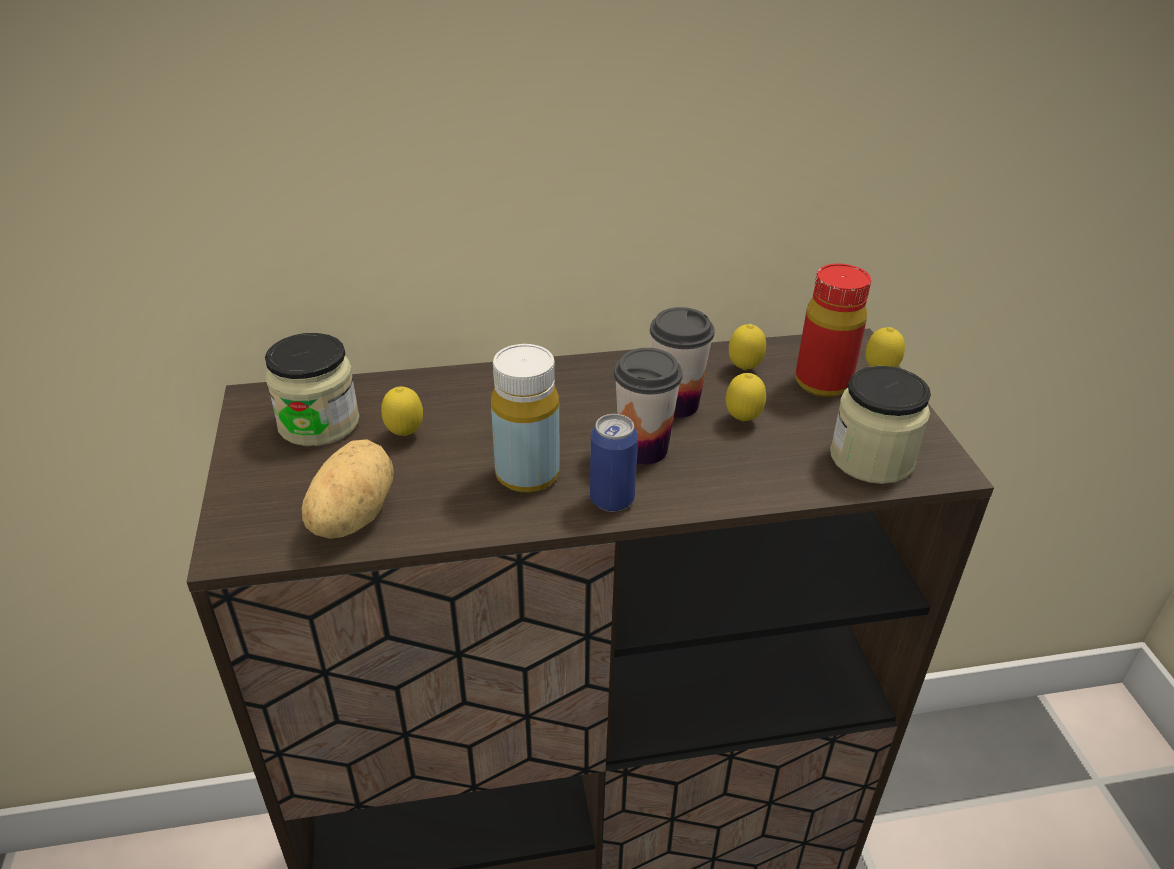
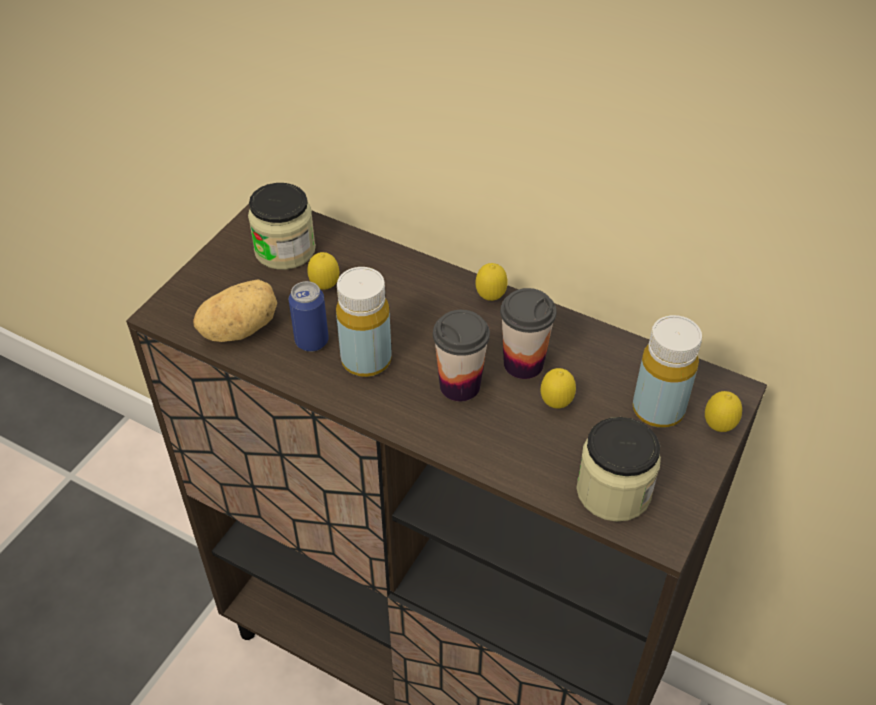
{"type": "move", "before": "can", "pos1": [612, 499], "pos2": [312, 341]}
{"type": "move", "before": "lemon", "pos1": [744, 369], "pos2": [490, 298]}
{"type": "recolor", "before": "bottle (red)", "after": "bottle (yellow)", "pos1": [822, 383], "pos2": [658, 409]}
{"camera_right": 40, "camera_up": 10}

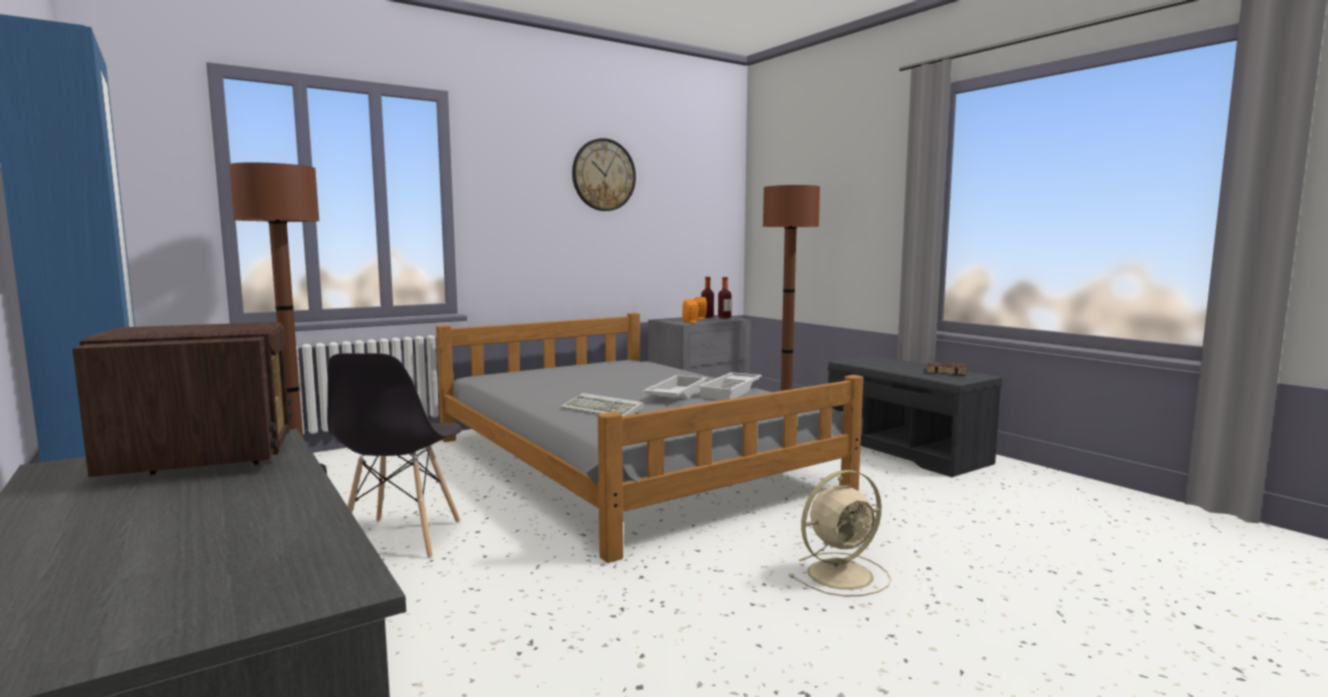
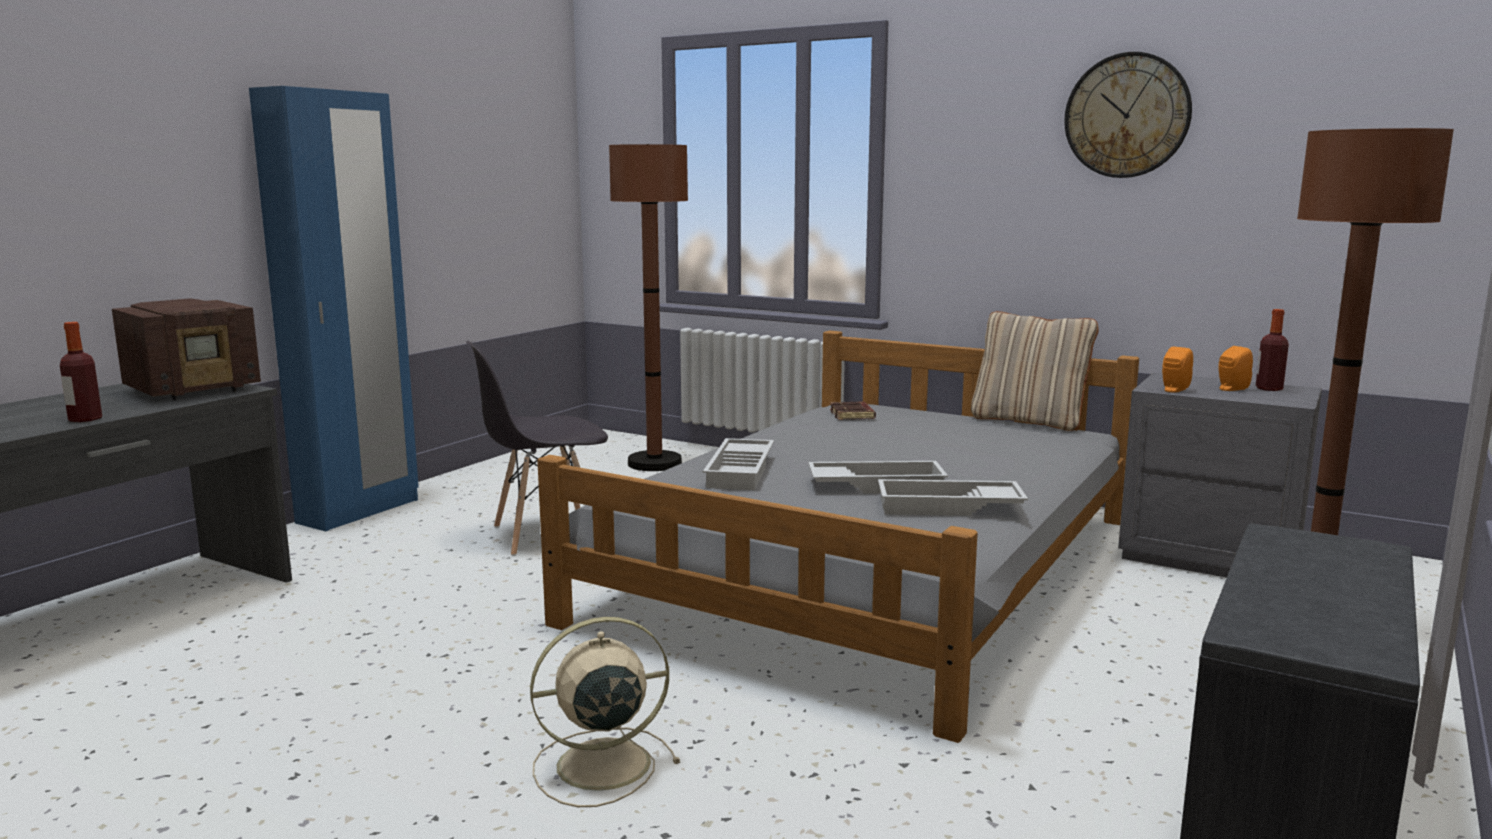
{"type": "move", "before": "bottle", "pos1": [724, 318], "pos2": [85, 419]}
{"type": "rotate", "before": "fan (beige)", "pos1": [842, 574], "pos2": [599, 765], "turn": 120}
{"type": "replace", "before": "keyboard", "after": "tray (white)", "pos1": [604, 410], "pos2": [742, 471]}
{"type": "move", "before": "book (brown)", "pos1": [946, 372], "pos2": [853, 415]}
{"type": "insert", "after": "pillow (beige)", "pos2": [1029, 421]}
{"camera_right": 65, "camera_up": 5}

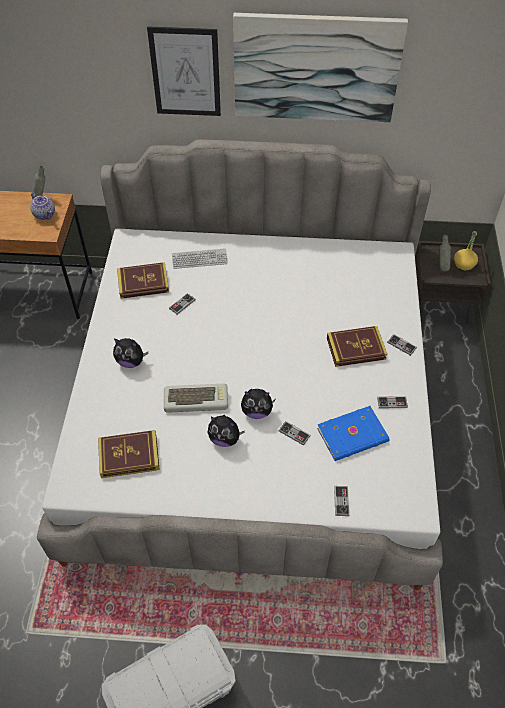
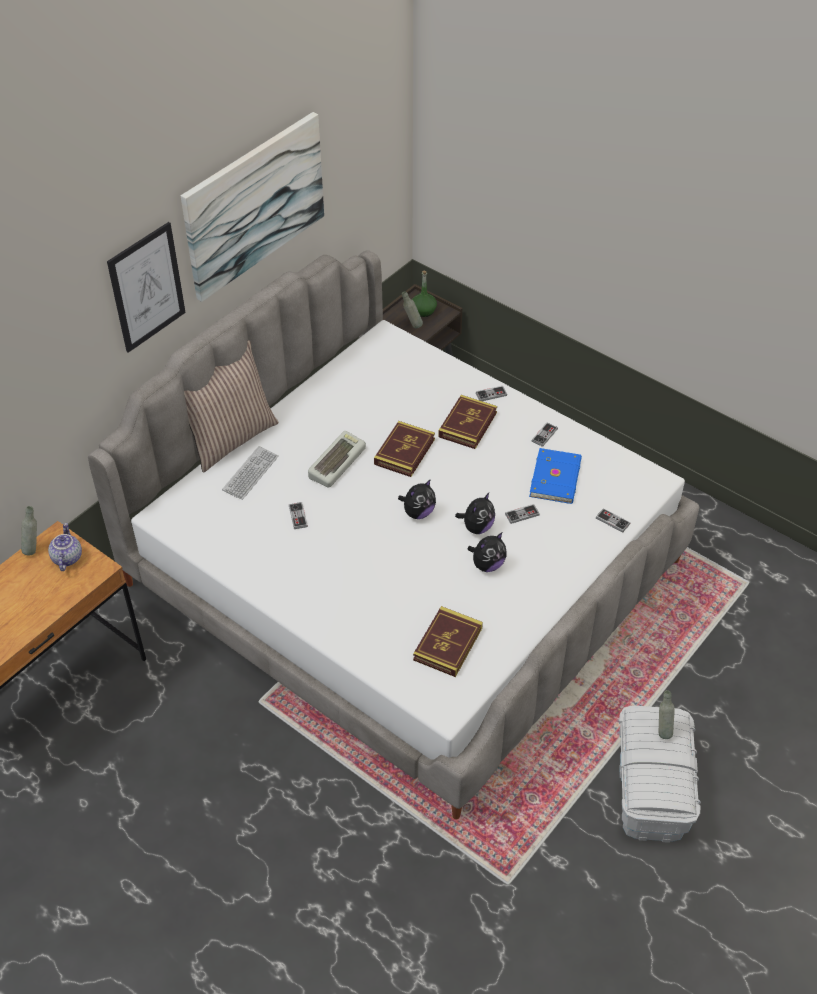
{"type": "rotate", "before": "teapot", "pos1": [45, 214], "pos2": [66, 558], "turn": -90}
{"type": "insert", "after": "pillow", "pos2": [231, 438]}
{"type": "move", "before": "keyboard", "pos1": [196, 400], "pos2": [336, 462]}
{"type": "move", "before": "book", "pos1": [143, 283], "pos2": [404, 452]}
{"type": "move", "before": "plush toy", "pos1": [131, 361], "pos2": [418, 512]}
{"type": "recolor", "before": "bottle (yellow)", "after": "bottle (green)", "pos1": [464, 264], "pos2": [423, 311]}
{"type": "insert", "after": "bottle (grey)", "pos2": [662, 730]}
{"camera_right": -55, "camera_up": -5}

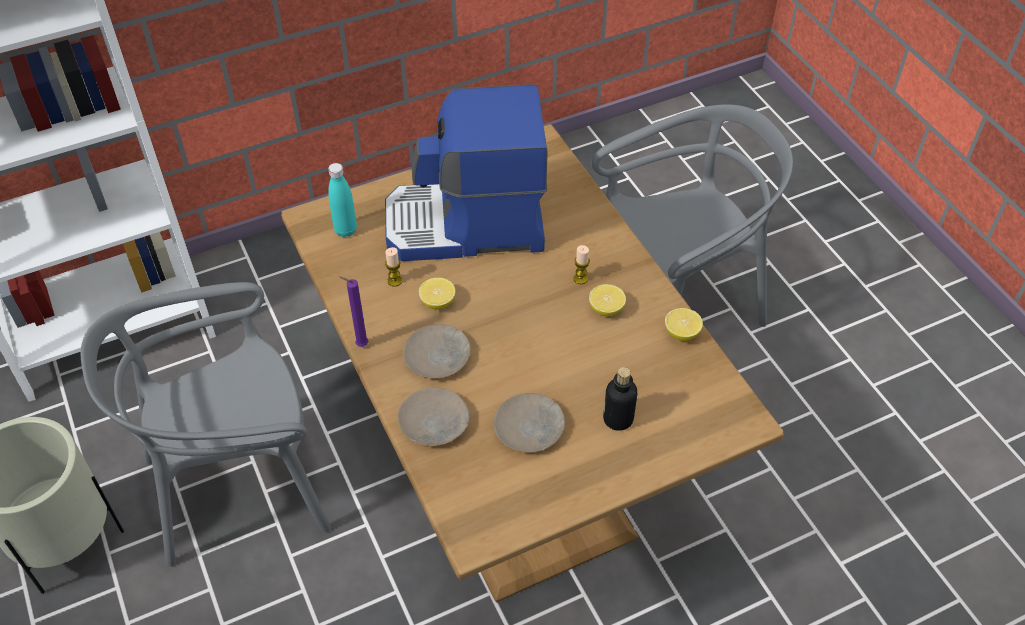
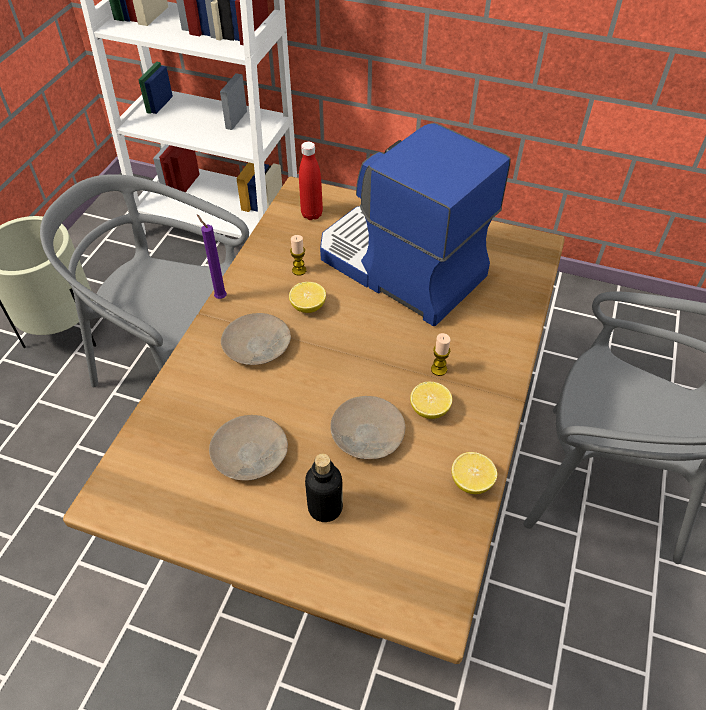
{"type": "recolor", "before": "bottle (turquoise)", "after": "bottle (red)", "pos1": [345, 230], "pos2": [312, 214]}
{"type": "move", "before": "plate (beige)", "pos1": [434, 423], "pos2": [367, 434]}
{"camera_right": 45, "camera_up": 0}

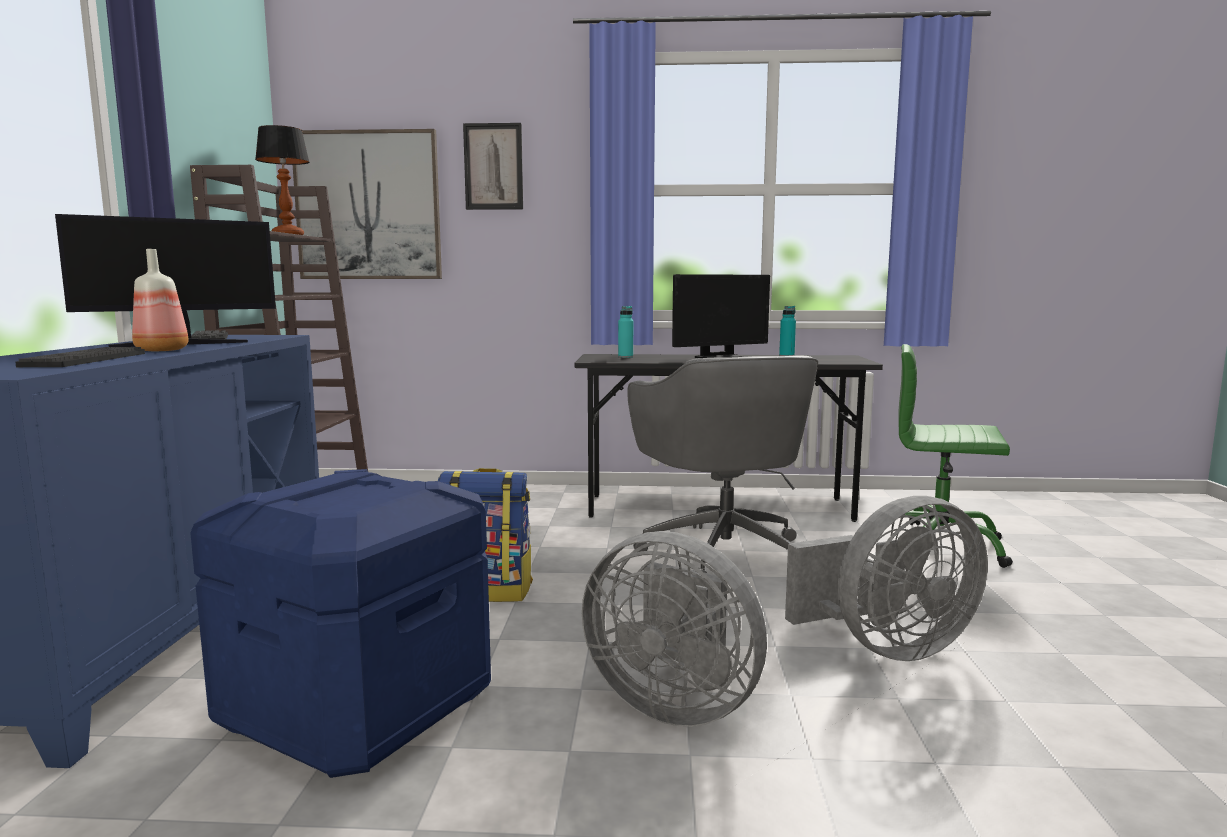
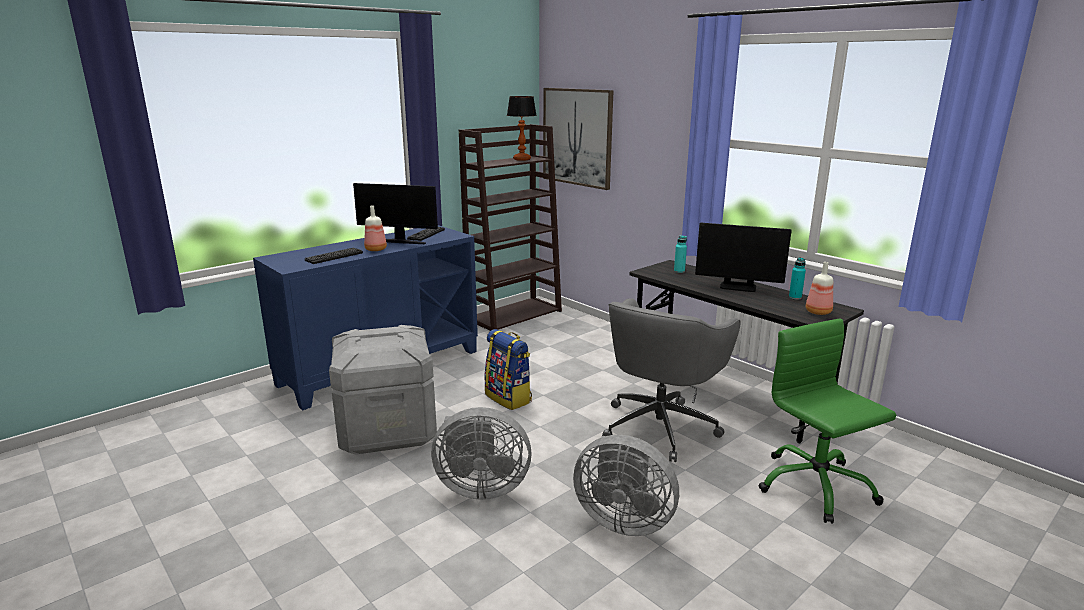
{"type": "recolor", "before": "storage box (blue)", "after": "storage box (grey)", "pos1": [358, 708], "pos2": [388, 429]}
{"type": "rotate", "before": "fan (grey)", "pos1": [673, 703], "pos2": [480, 488], "turn": -75}
{"type": "insert", "after": "bottle", "pos2": [818, 312]}
{"type": "delete", "before": "picture", "pos1": [493, 166]}
{"camera_right": 45, "camera_up": 10}

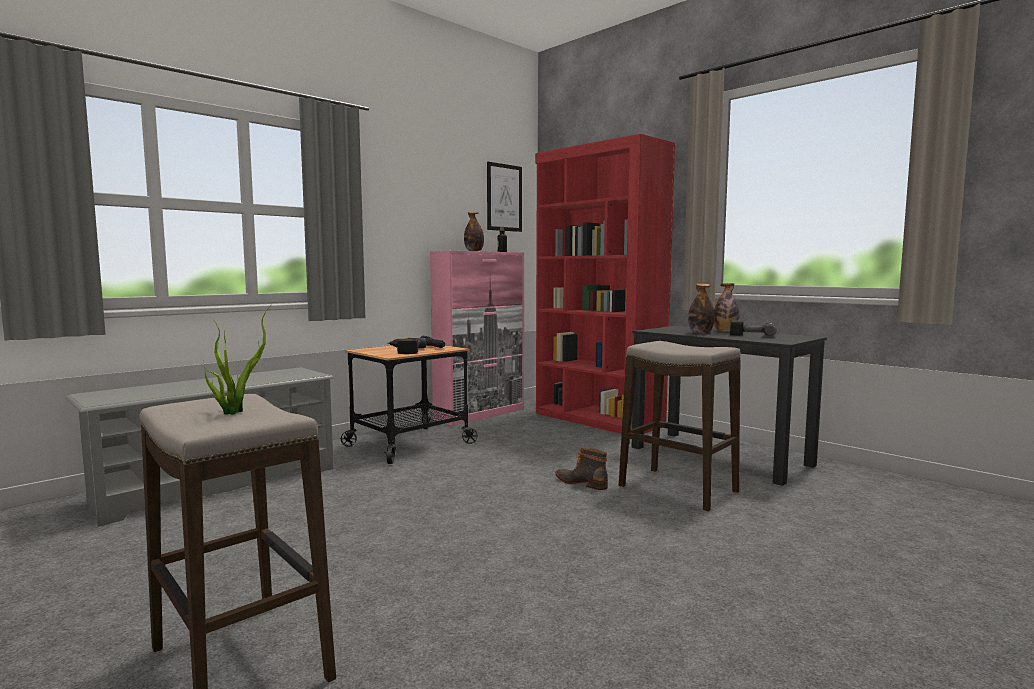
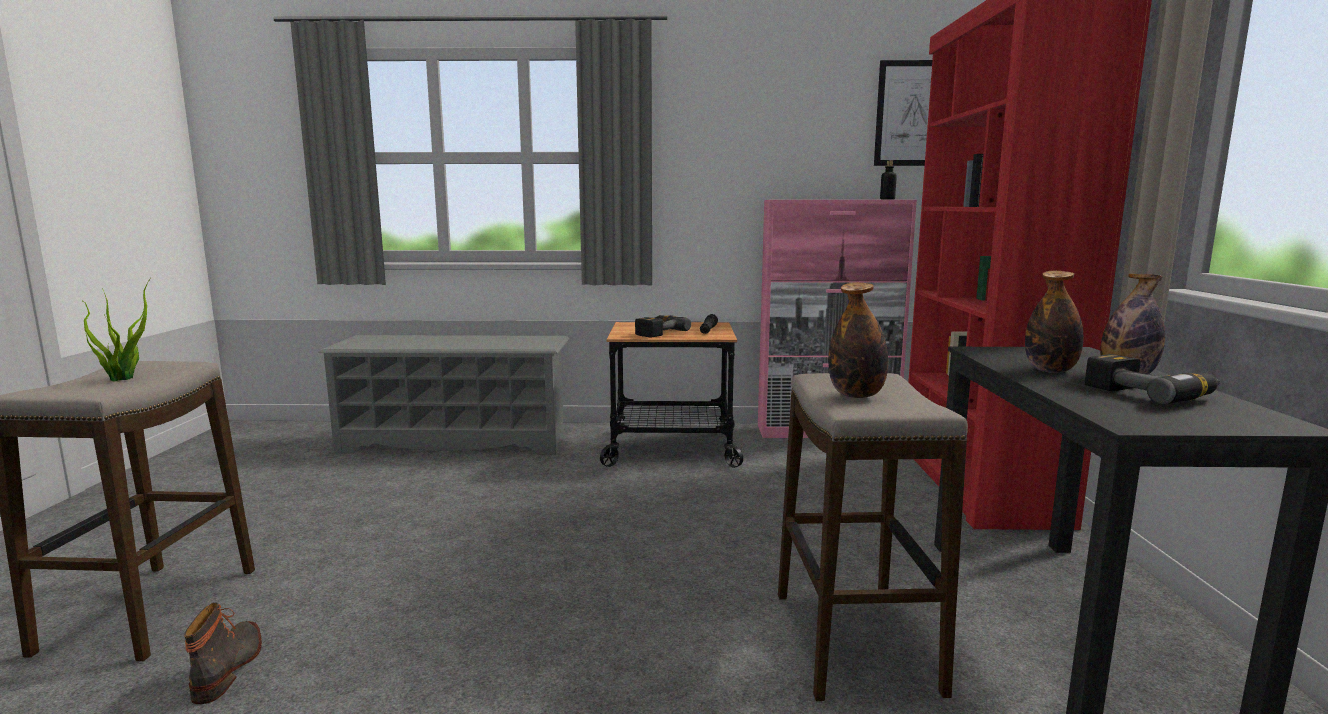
{"type": "move", "before": "boot", "pos1": [581, 482], "pos2": [229, 666]}
{"type": "move", "before": "bottle", "pos1": [474, 251], "pos2": [856, 395]}
{"camera_right": 45, "camera_up": 5}

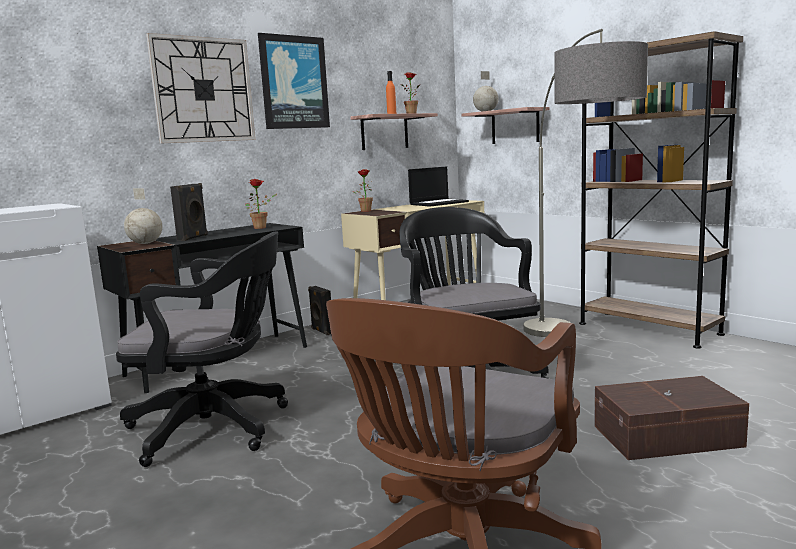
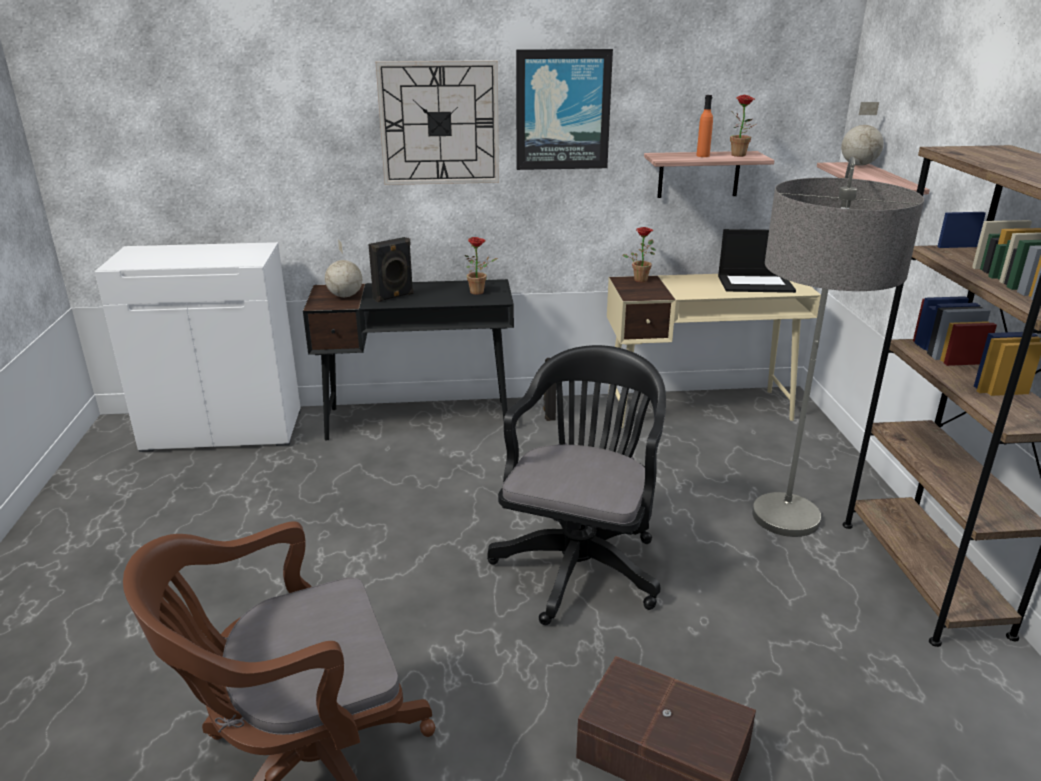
{"type": "delete", "before": "office chair (black)", "pos1": [216, 427]}
{"camera_right": 35, "camera_up": 15}

